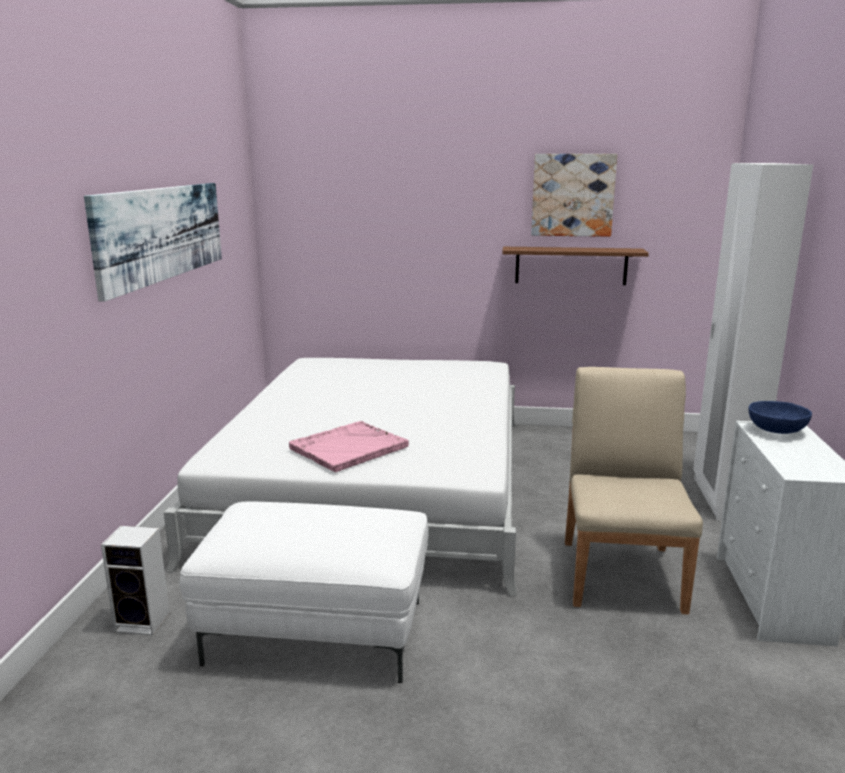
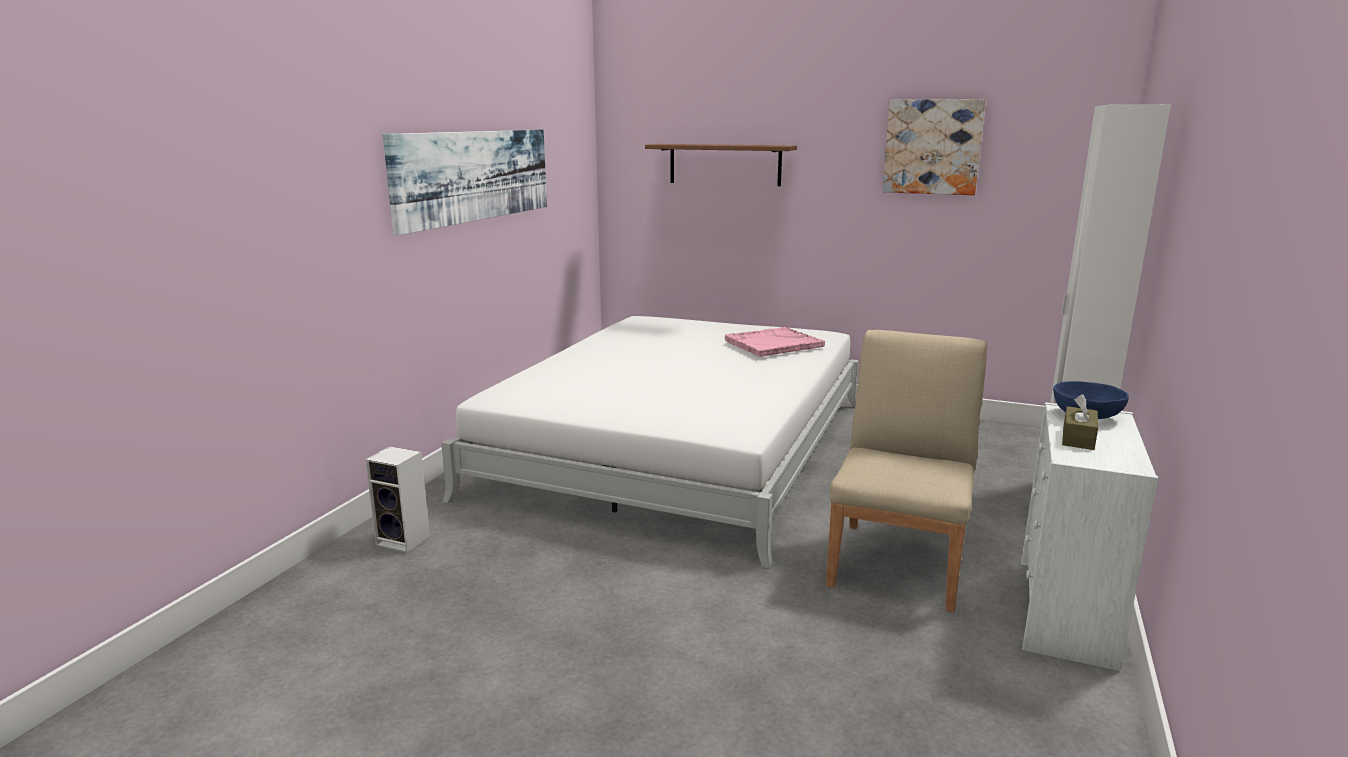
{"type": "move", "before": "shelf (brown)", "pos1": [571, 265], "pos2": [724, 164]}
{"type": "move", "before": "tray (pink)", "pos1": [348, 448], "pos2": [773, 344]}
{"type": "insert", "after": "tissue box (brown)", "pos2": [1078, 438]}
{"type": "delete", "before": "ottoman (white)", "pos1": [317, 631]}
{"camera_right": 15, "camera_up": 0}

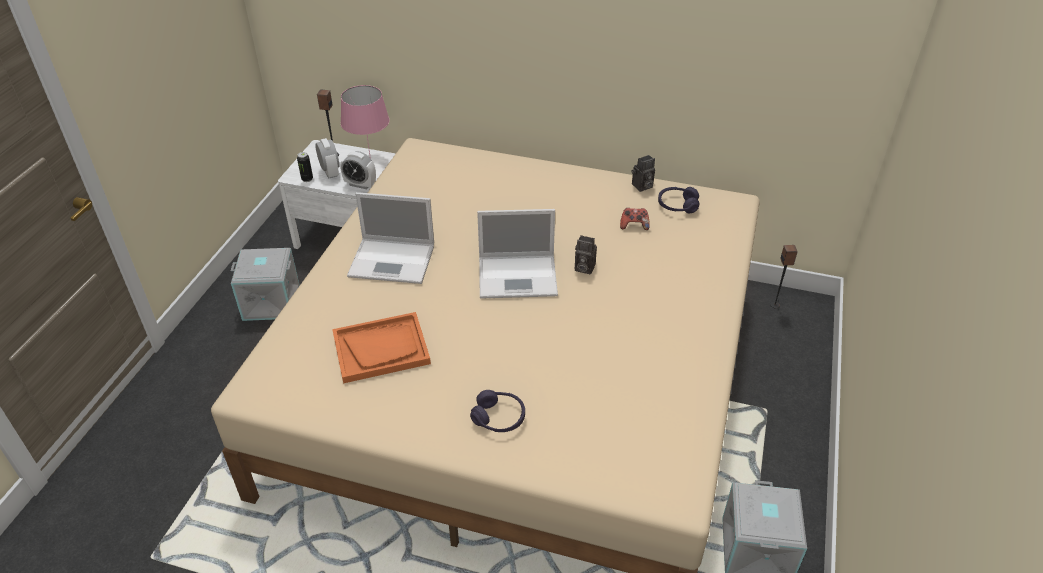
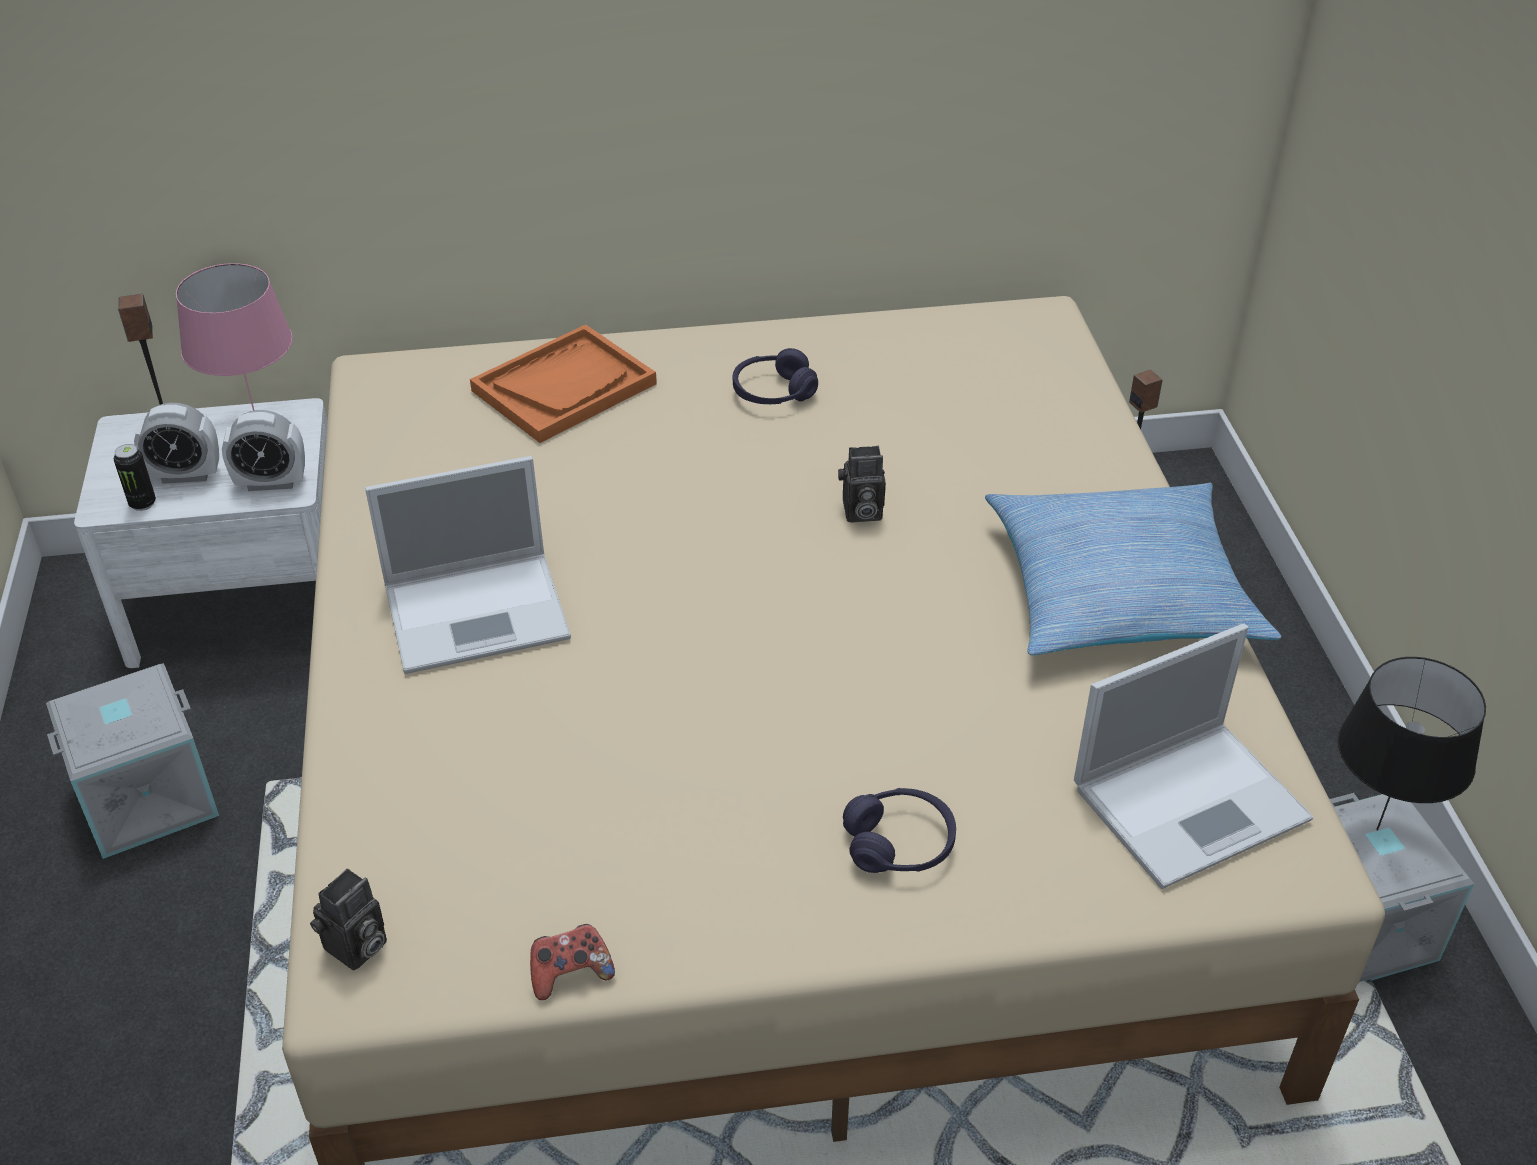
{"type": "rotate", "before": "alarm clock", "pos1": [330, 172], "pos2": [186, 475], "turn": 135}
{"type": "move", "before": "photo camera", "pos1": [642, 186], "pos2": [356, 949]}
{"type": "move", "before": "tray (orange)", "pos1": [381, 349], "pos2": [564, 387]}
{"type": "move", "before": "game controller", "pos1": [634, 225], "pos2": [570, 974]}
{"type": "move", "before": "headphones (purple)", "pos1": [677, 205], "pos2": [773, 392]}
{"type": "insert", "after": "pillow", "pos2": [1119, 590]}
{"type": "move", "before": "laptop", "pos1": [519, 276], "pos2": [1193, 801]}
{"type": "insert", "after": "table lamp (black)", "pos2": [1378, 829]}
{"camera_right": -25, "camera_up": 0}

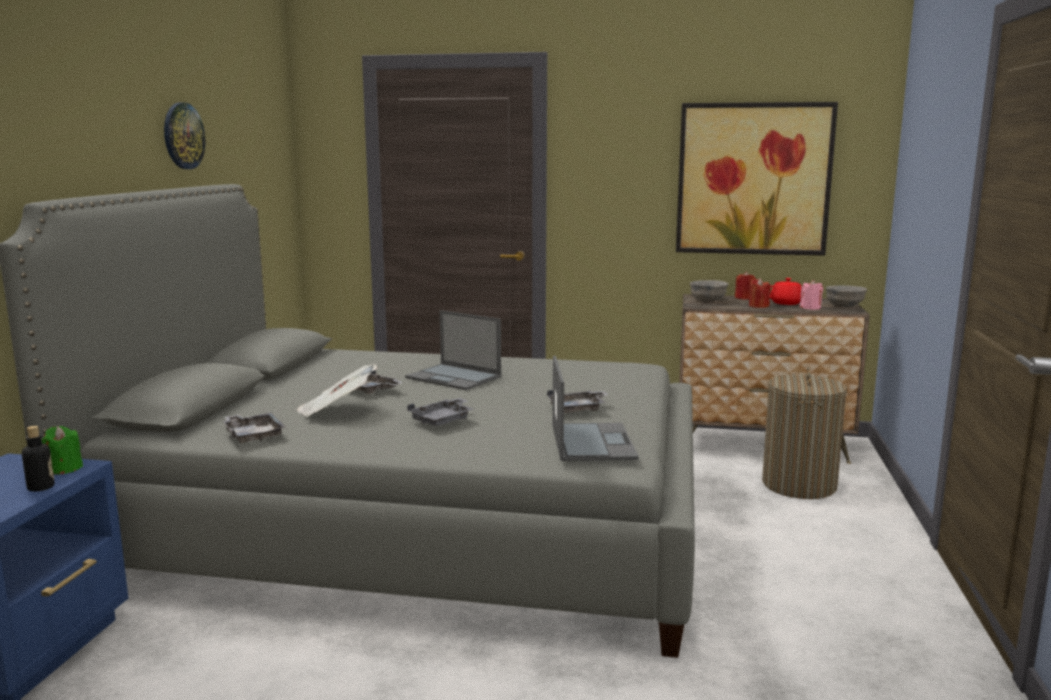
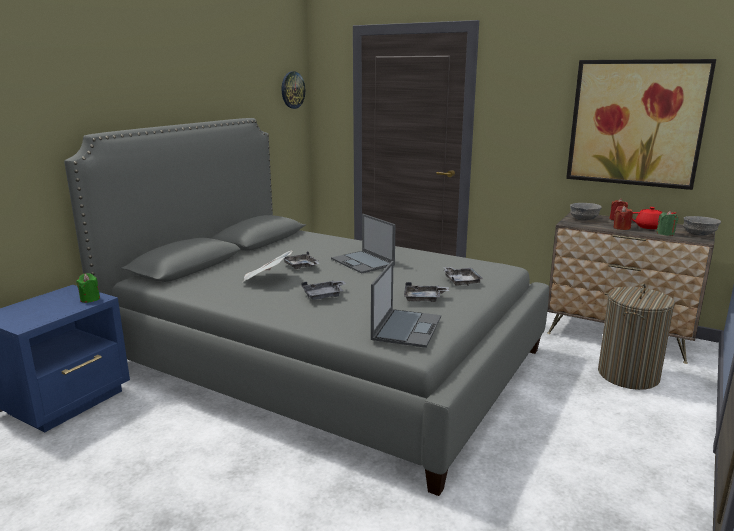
{"type": "move", "before": "wall clock", "pos1": [183, 136], "pos2": [292, 90]}
{"type": "move", "before": "tray (grey)", "pos1": [253, 435], "pos2": [461, 281]}
{"type": "recolor", "before": "candle (pink)", "after": "candle (green)", "pos1": [810, 308], "pos2": [665, 233]}
{"type": "delete", "before": "bottle", "pos1": [41, 487]}
{"camera_right": 20, "camera_up": 5}

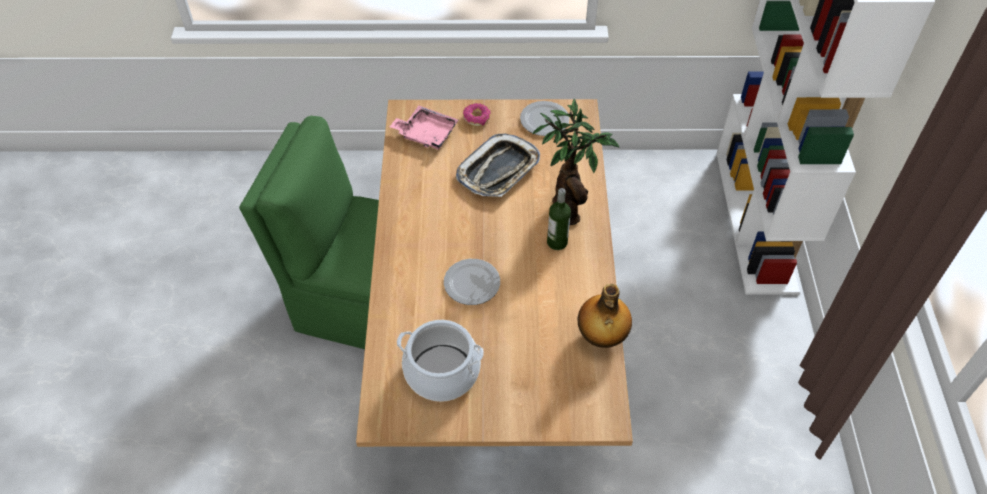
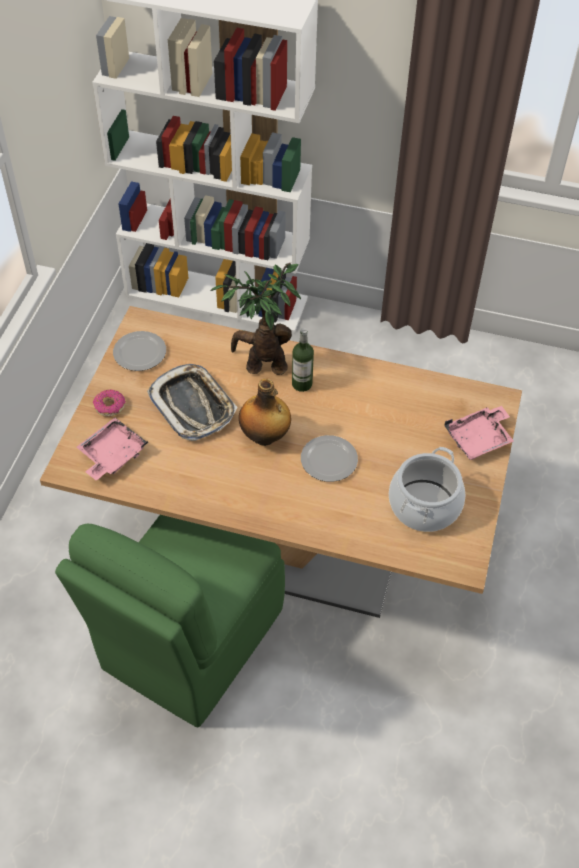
{"type": "move", "before": "bottle", "pos1": [601, 337], "pos2": [265, 437]}
{"type": "insert", "after": "tray (pink)", "pos2": [479, 439]}
{"camera_right": -75, "camera_up": 0}

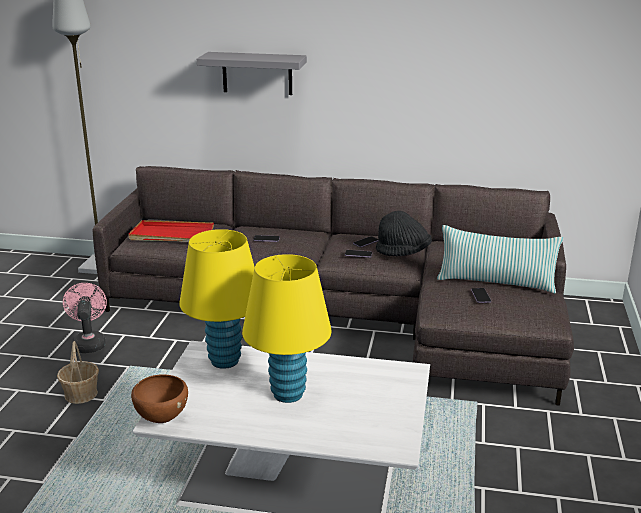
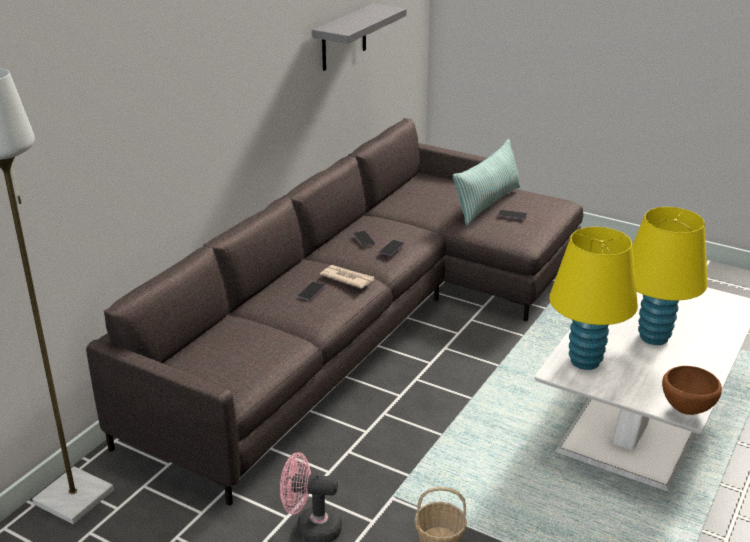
{"type": "move", "before": "shelf (grey)", "pos1": [257, 73], "pos2": [344, 38]}
{"type": "insert", "after": "newspaper", "pos2": [347, 278]}
{"type": "delete", "before": "tray (red)", "pos1": [171, 235]}
{"type": "delete", "before": "hat (black)", "pos1": [403, 253]}
{"camera_right": -70, "camera_up": 5}

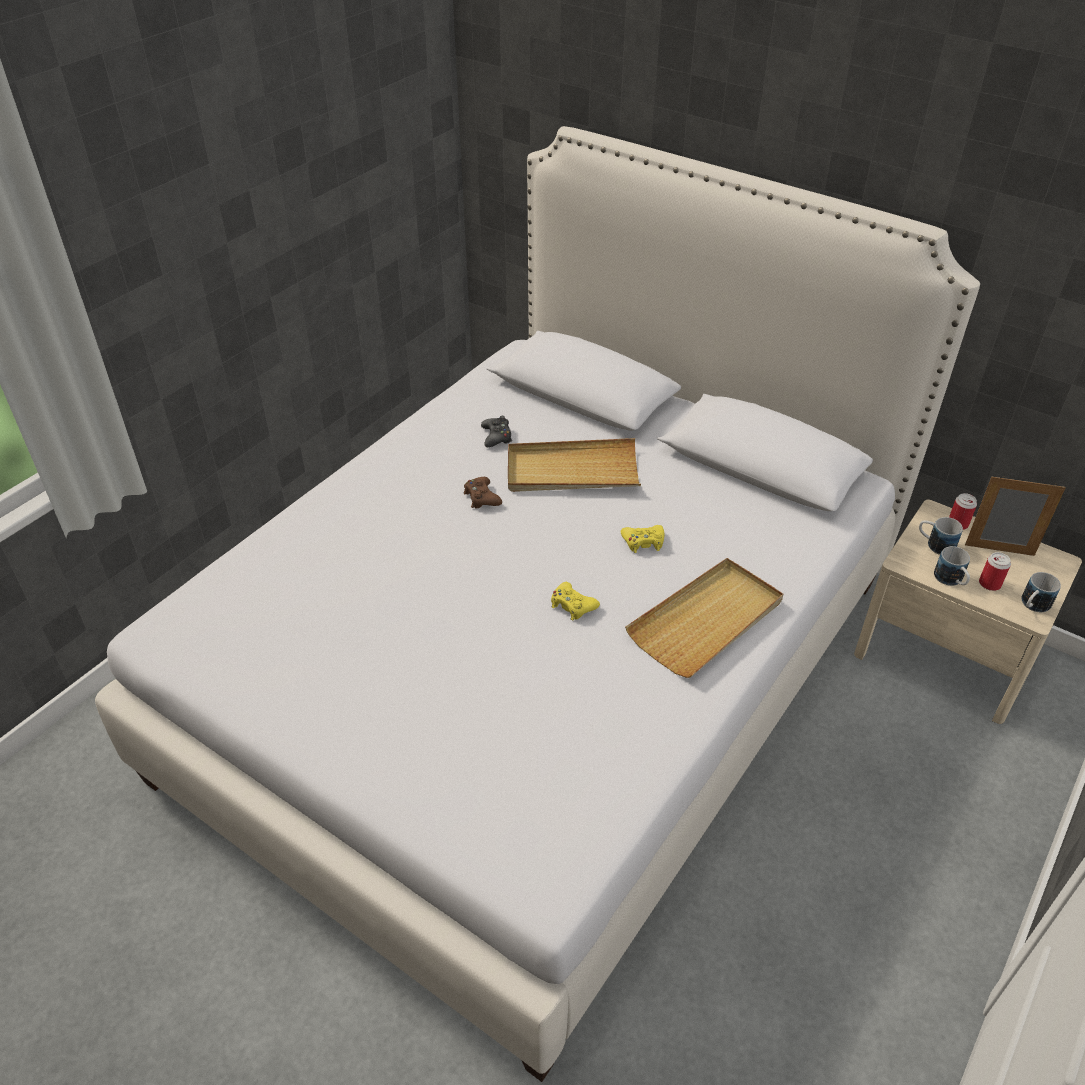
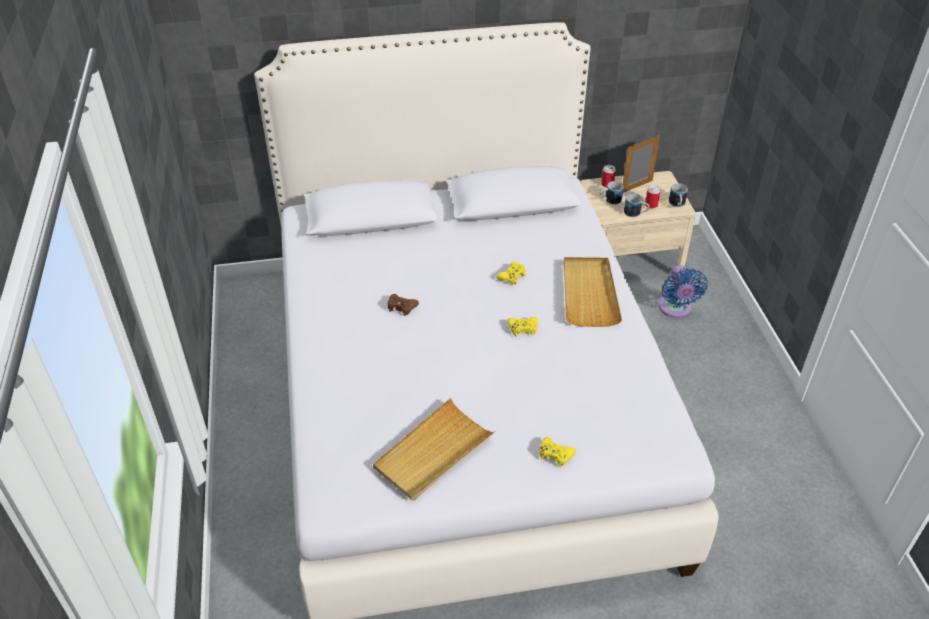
{"type": "move", "before": "tray (beige)", "pos1": [572, 471], "pos2": [433, 452]}
{"type": "insert", "after": "game controller (yellow)", "pos2": [555, 455]}
{"type": "insert", "after": "fan (blue)", "pos2": [675, 309]}
{"type": "delete", "before": "game controller (black)", "pos1": [496, 436]}
{"camera_right": -45, "camera_up": 0}

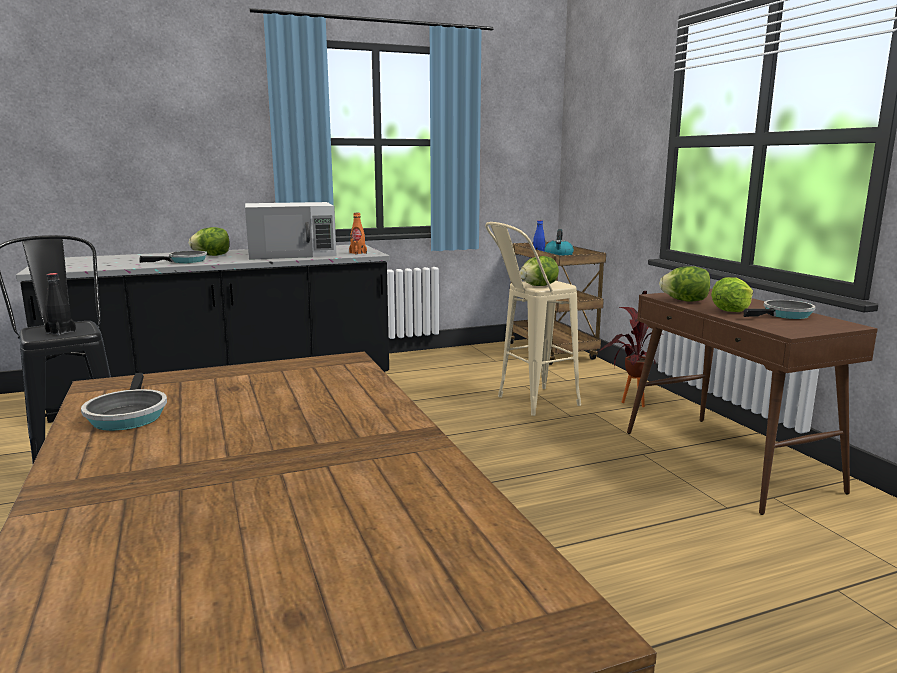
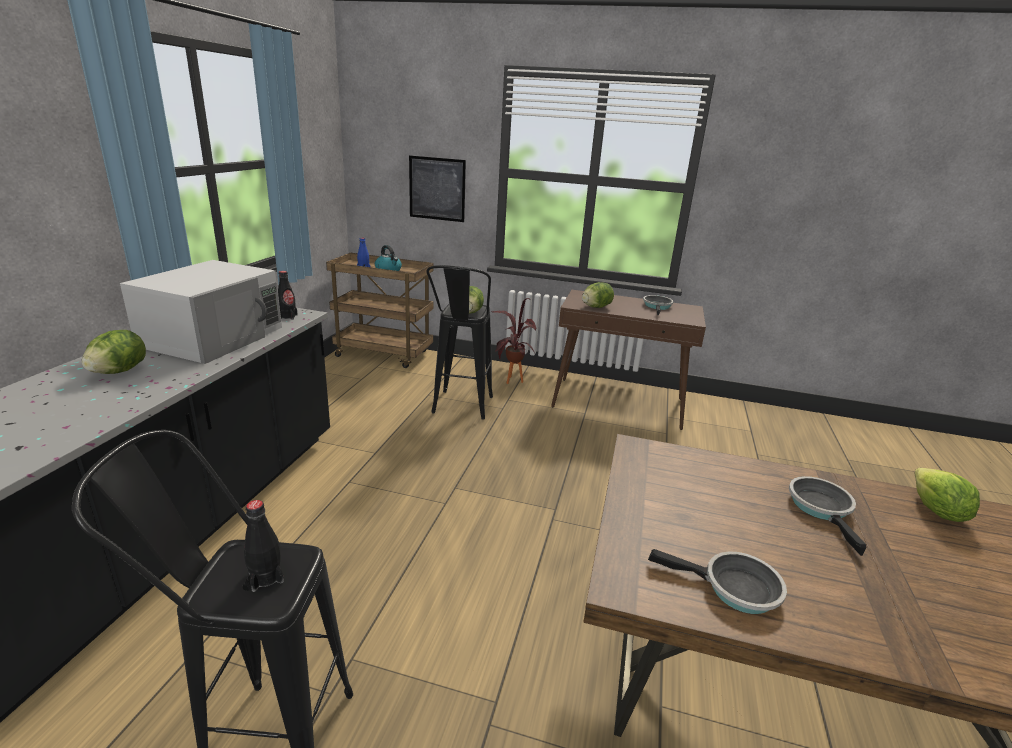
{"type": "recolor", "before": "bottle (orange)", "after": "bottle (black)", "pos1": [358, 253], "pos2": [287, 317]}
{"type": "insert", "after": "picture", "pos2": [437, 189]}
{"type": "recolor", "before": "stool (beige)", "after": "stool (black)", "pos1": [528, 403], "pos2": [460, 410]}
{"type": "move", "before": "frying pan", "pos1": [185, 261], "pos2": [821, 509]}
{"type": "move", "before": "lettuce", "pos1": [730, 311], "pos2": [936, 511]}
{"camera_right": -55, "camera_up": 10}

